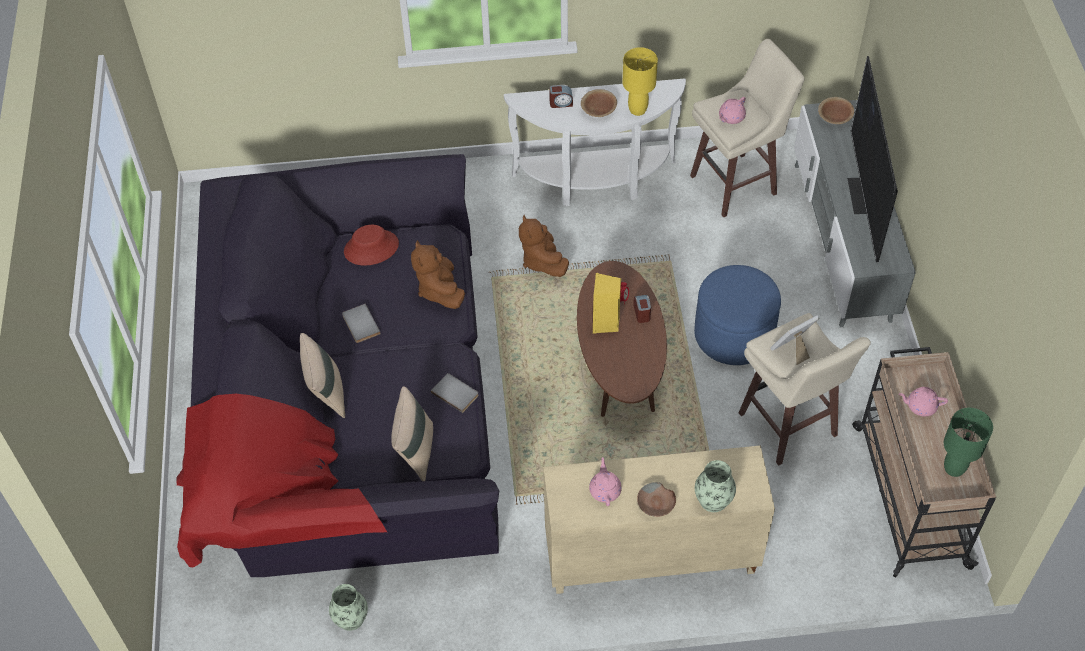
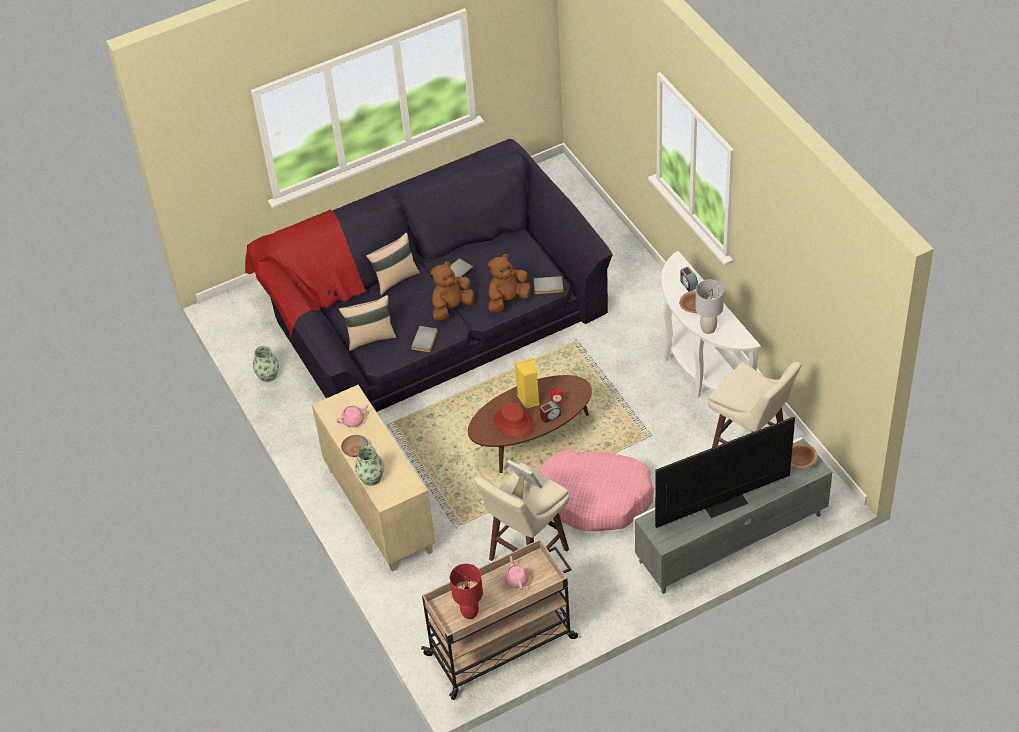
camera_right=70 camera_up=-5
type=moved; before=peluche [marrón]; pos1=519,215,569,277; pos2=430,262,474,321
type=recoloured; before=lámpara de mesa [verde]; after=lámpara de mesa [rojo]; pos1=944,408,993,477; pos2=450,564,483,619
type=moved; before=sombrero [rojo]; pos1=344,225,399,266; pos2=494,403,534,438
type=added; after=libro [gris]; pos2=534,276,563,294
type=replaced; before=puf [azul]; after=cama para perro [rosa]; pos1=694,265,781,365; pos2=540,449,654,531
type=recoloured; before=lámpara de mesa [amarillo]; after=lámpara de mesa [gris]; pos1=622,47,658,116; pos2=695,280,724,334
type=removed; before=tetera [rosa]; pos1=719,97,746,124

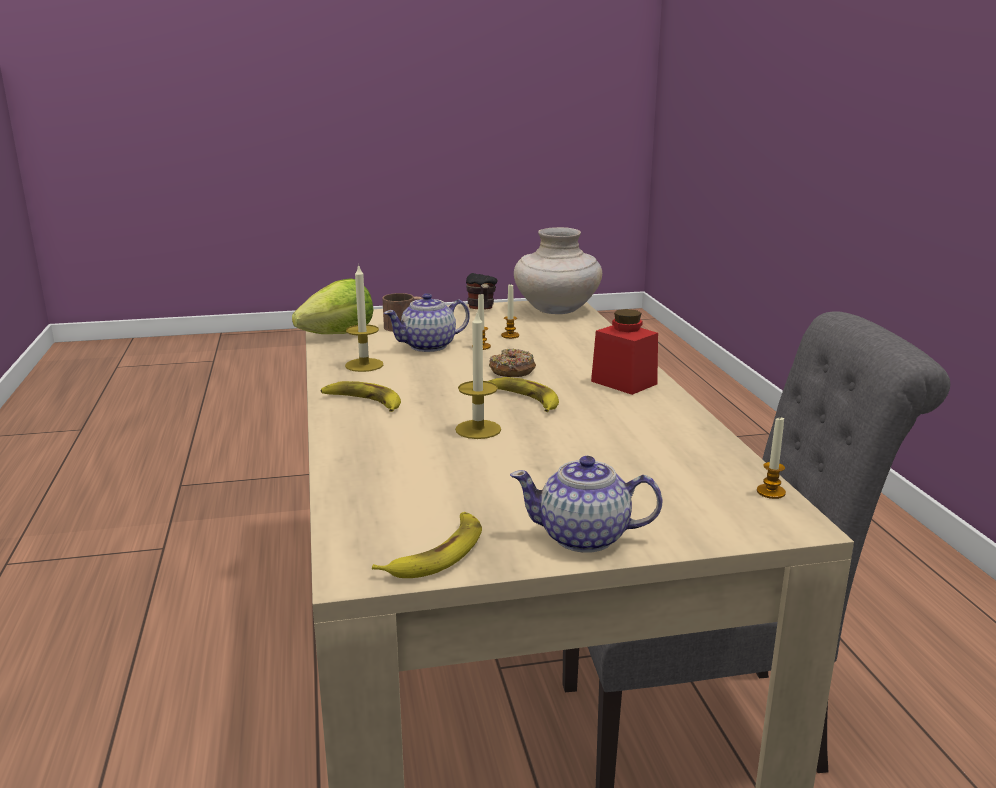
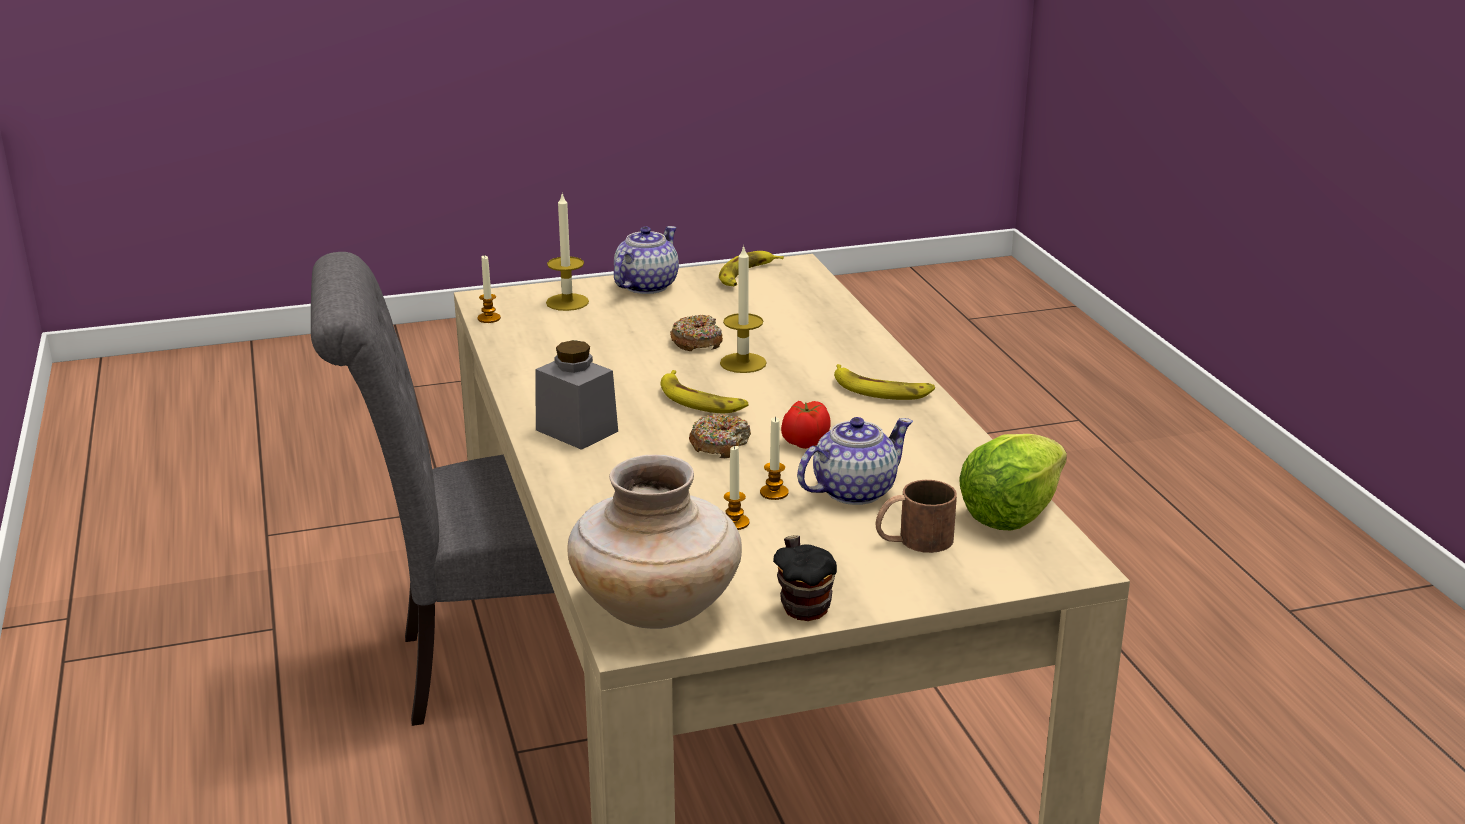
camera_right=175 camera_up=5
type=recoloured; before=tarro [rojo]; after=tarro [gris]; pos1=591,309,658,395; pos2=535,340,618,450
type=moved; before=vela; pos1=345,264,384,372; pos2=546,192,589,311
type=turned; before=tetera; pos1=510,456,663,553; pos2=614,226,679,294; turn=-60
type=added; after=rosquilla; pos2=670,315,723,351
type=added; after=tomate; pos2=781,401,831,449

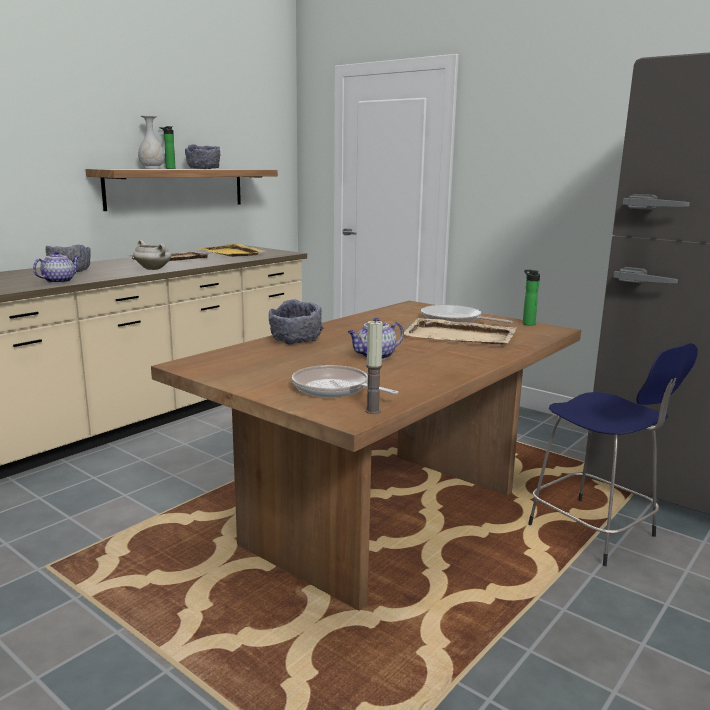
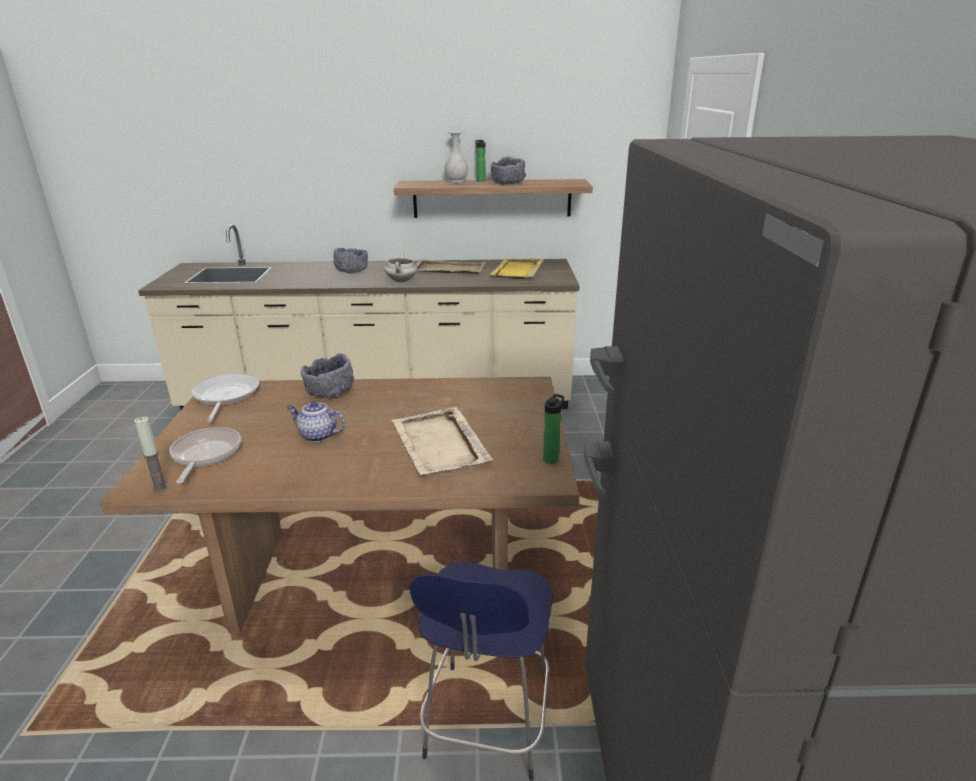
camera_right=50 camera_up=10
type=moved; before=sartén; pos1=421,305,513,323; pos2=191,373,259,423
type=removed; before=tetera; pos1=33,251,80,283

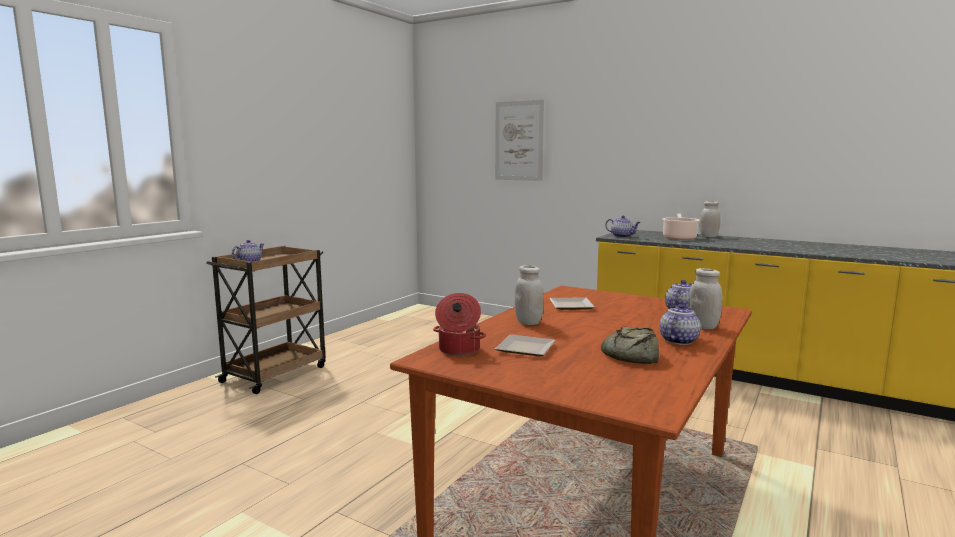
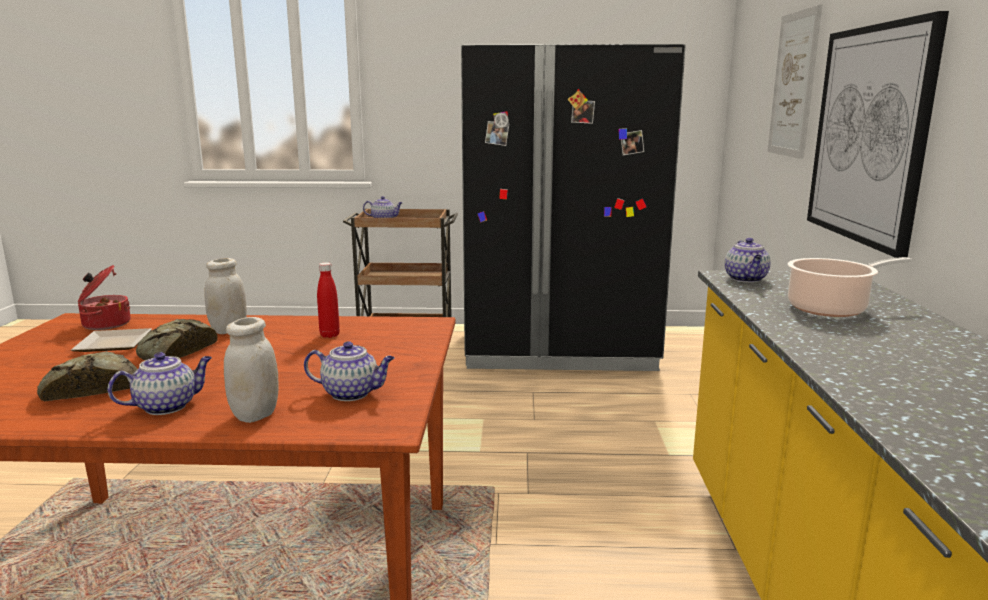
camera_right=60 camera_up=5
type=turned; before=tetera; pos1=659,304,701,345; pos2=108,352,212,415; turn=-45
type=added; after=pan; pos2=136,319,218,360
type=replaced; before=plato; after=botella [rojo]; pos1=550,298,595,310; pos2=317,262,340,338
type=added; after=nevera [negro]; pos2=461,44,686,371
type=added; after=cuadro; pos2=807,11,949,258
type=removed; before=tarro [blanco]; pos1=699,201,721,237

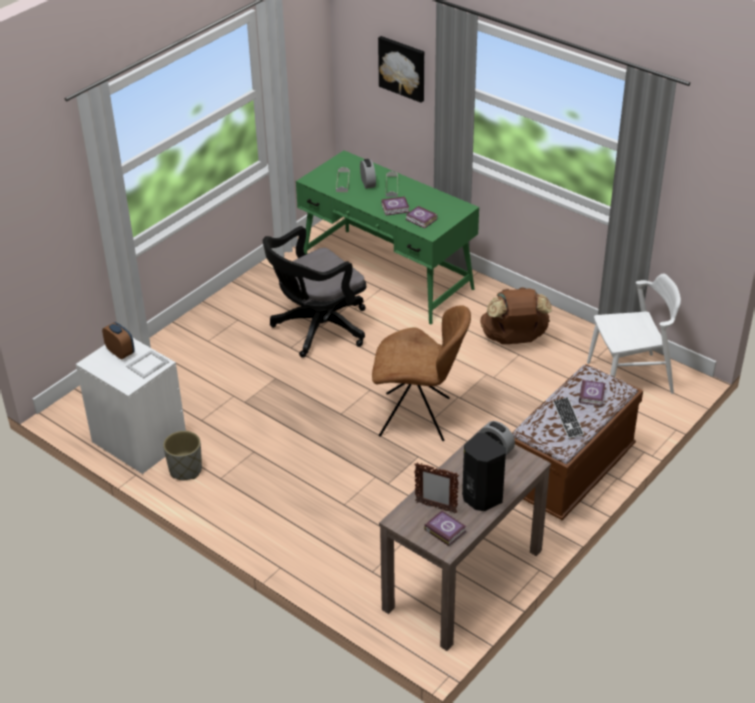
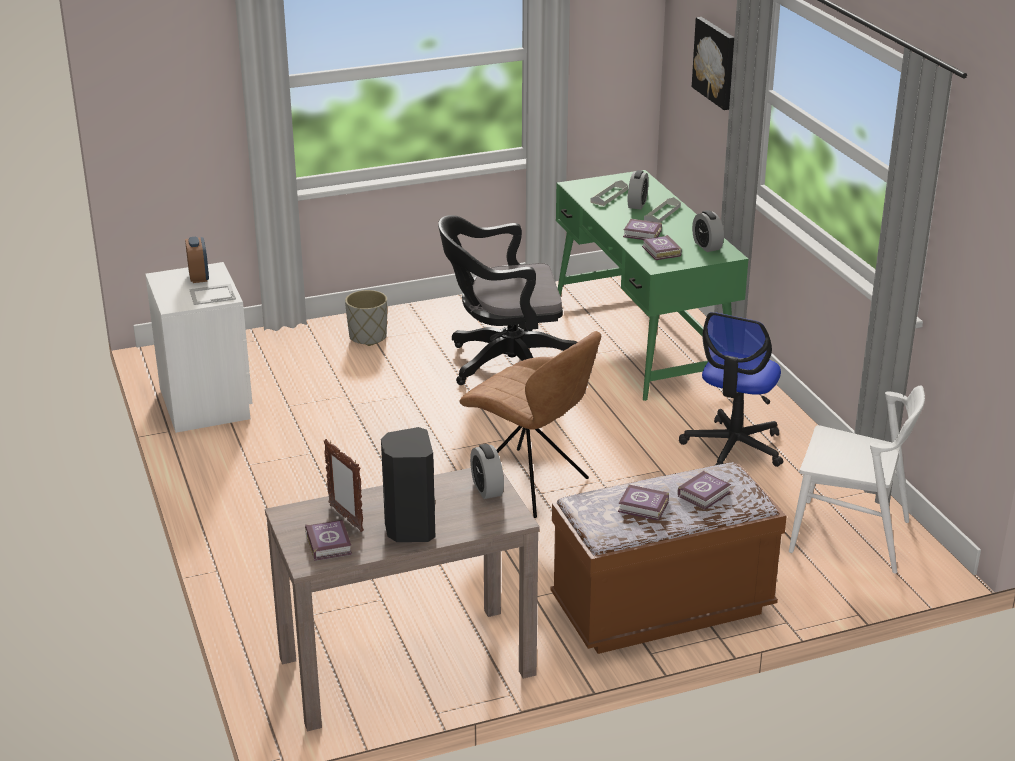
camera_right=30 camera_up=-10
type=moved; before=maceta [gris]; pos1=163,431,202,480; pos2=345,290,387,346
type=replaced; before=teclado; after=libro; pos1=553,397,584,439; pos2=618,484,669,521
type=replaced; before=mochila [marrón]; after=silla de oficina; pos1=480,287,552,344; pos2=679,312,783,467
type=added; after=despertador; pos2=692,210,724,252

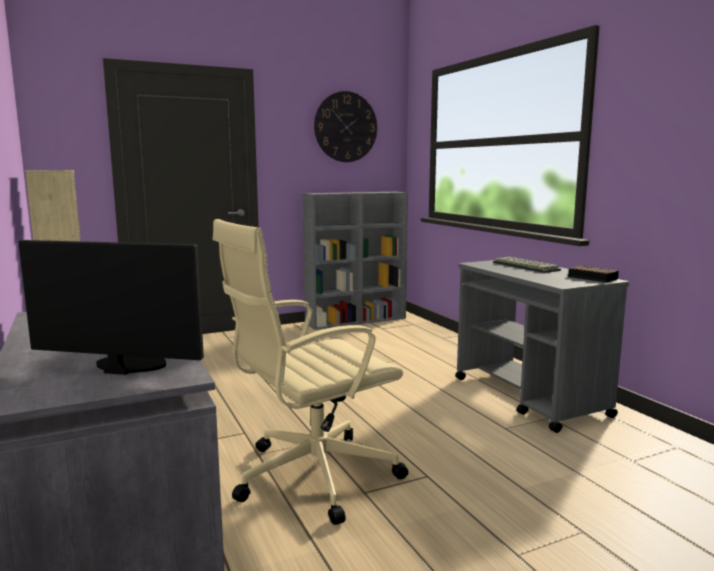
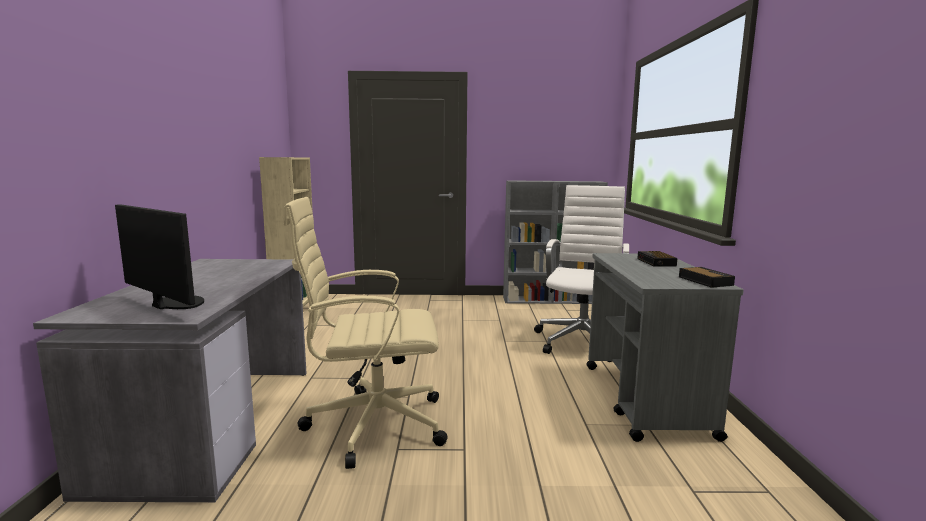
camera_right=25 camera_up=0
type=added; after=silla de oficina [blanco]; pos2=534,185,629,362
type=replaced; before=teclado; after=despertador; pos1=493,257,561,273; pos2=637,251,677,267
type=removed; before=reloj de pared; pos1=314,91,377,162

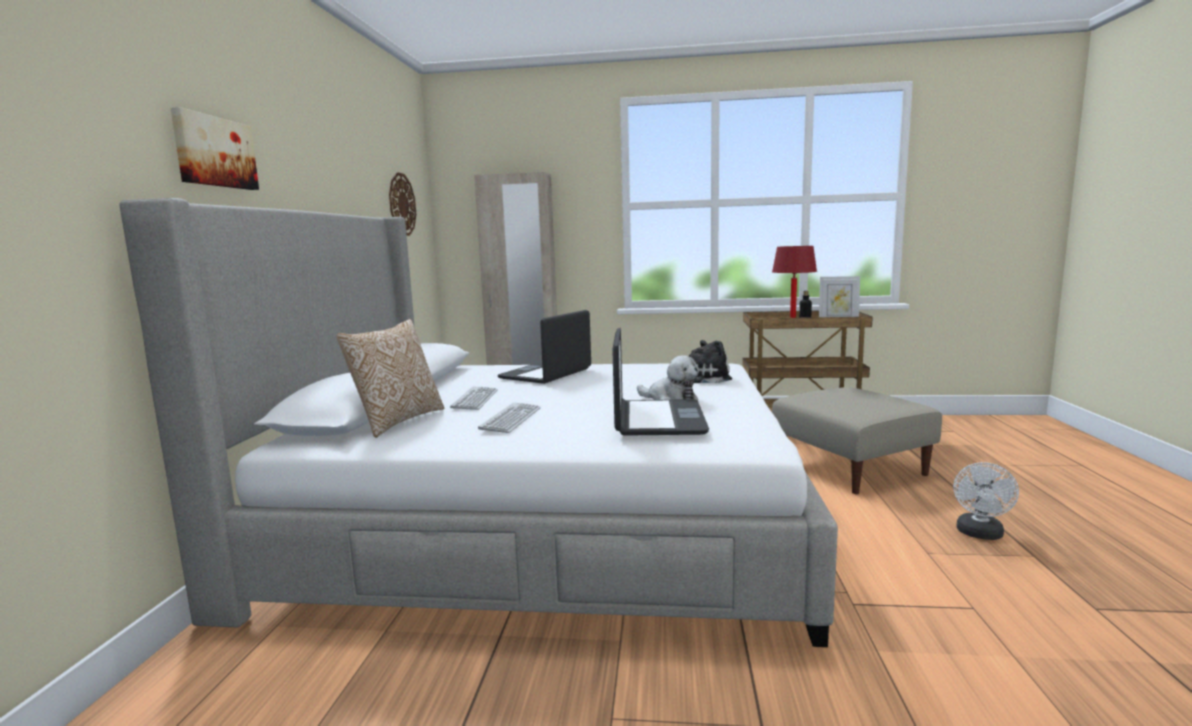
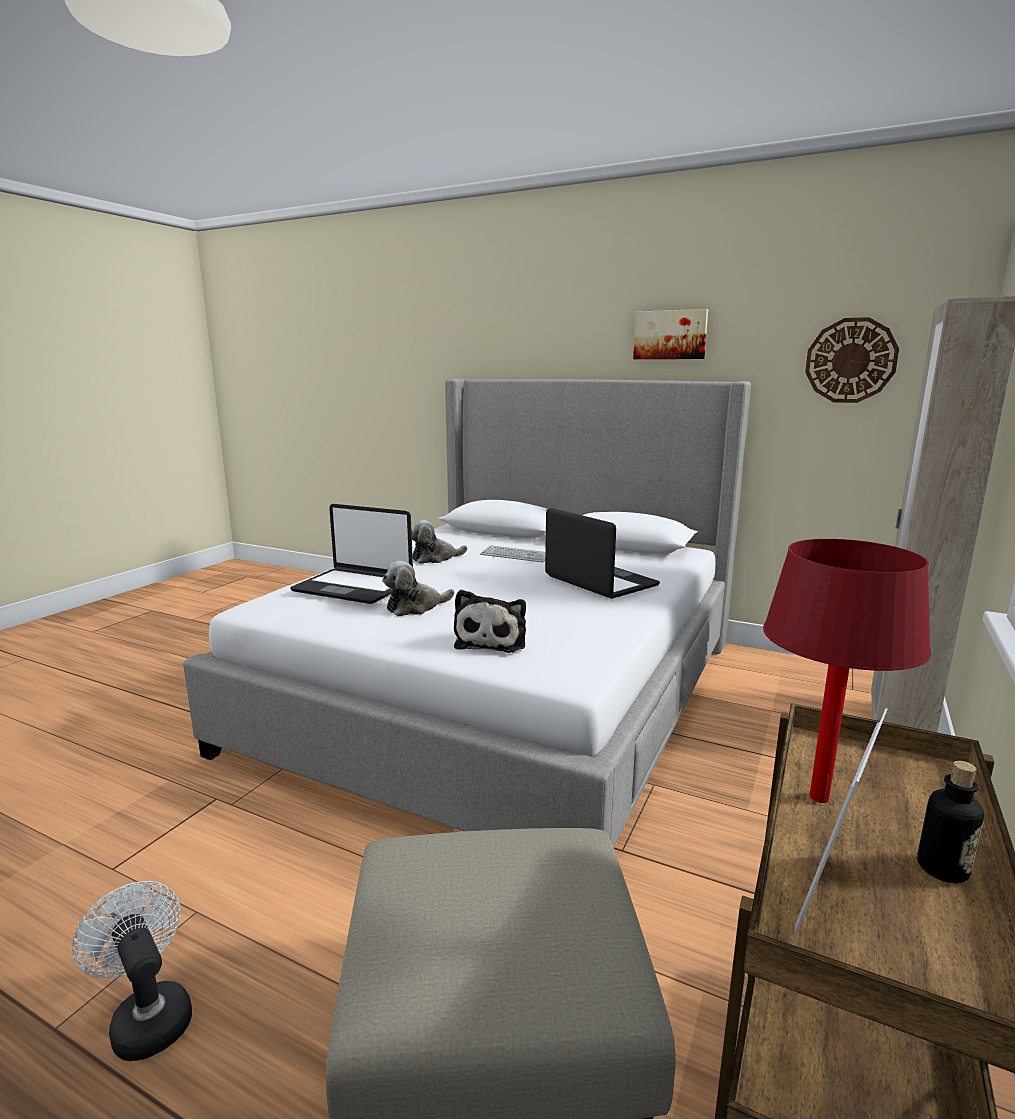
camera_right=110 camera_up=5
type=replaced; before=teclado; after=peluche; pos1=478,402,541,433; pos2=412,520,468,564
type=moved; before=cuadro; pos1=171,107,259,190; pos2=633,309,708,359
type=removed; before=cojín; pos1=336,319,444,438

